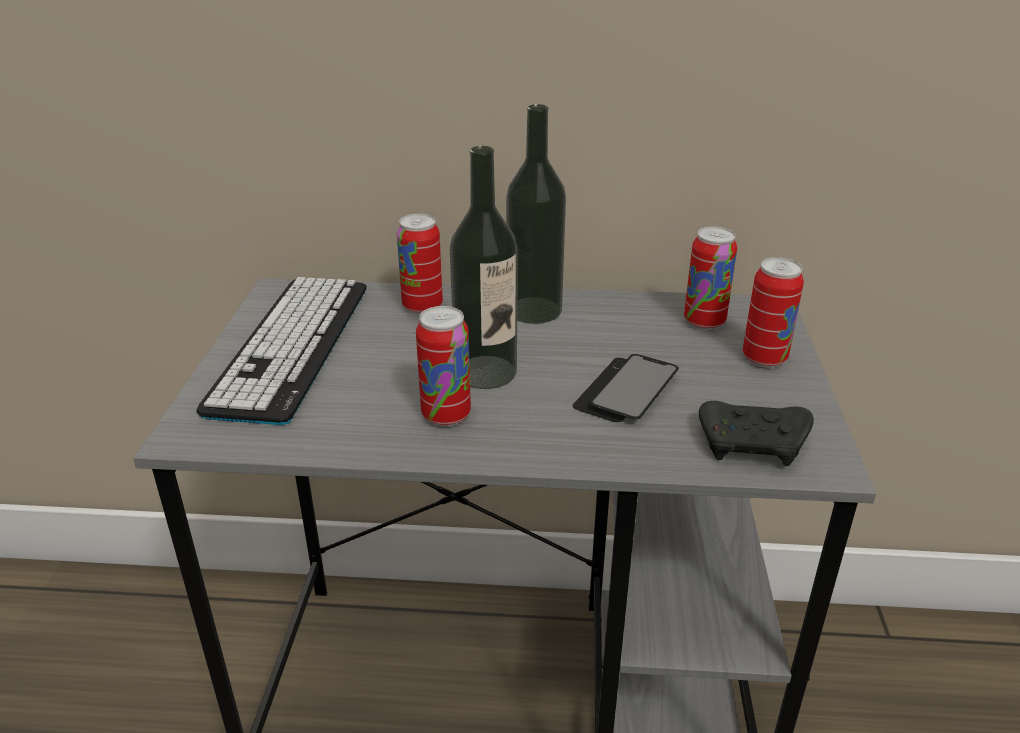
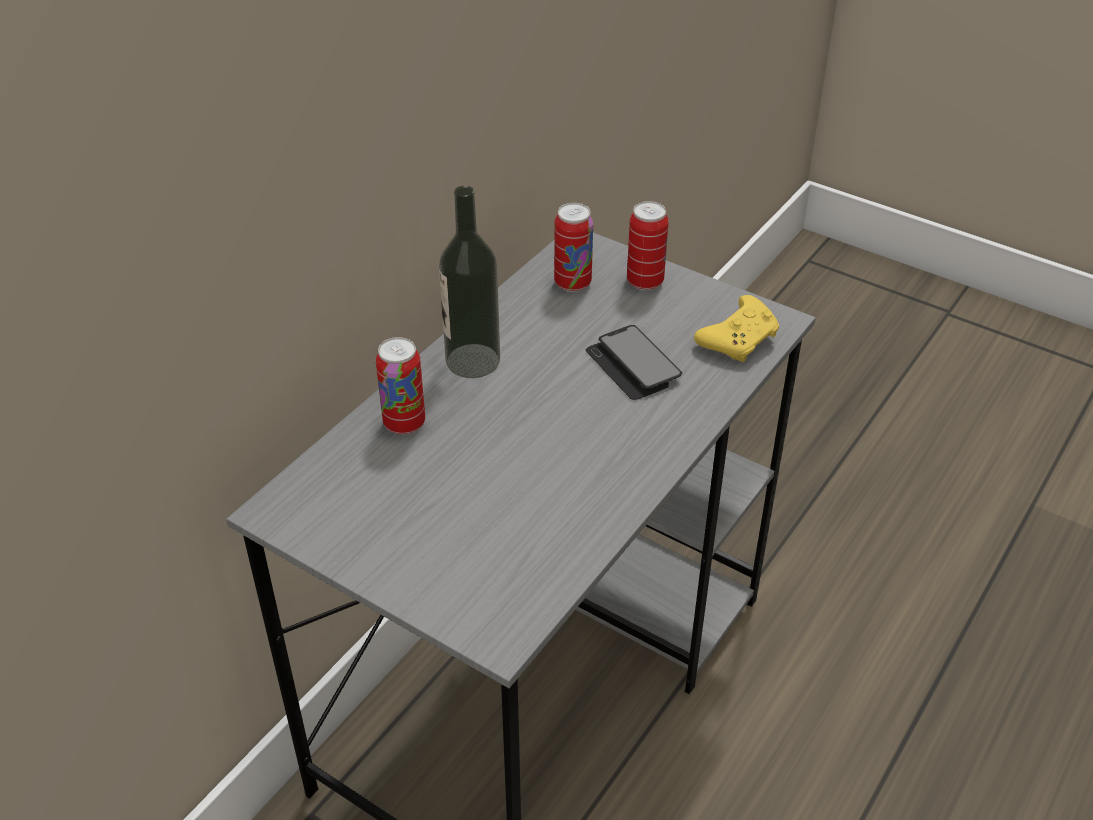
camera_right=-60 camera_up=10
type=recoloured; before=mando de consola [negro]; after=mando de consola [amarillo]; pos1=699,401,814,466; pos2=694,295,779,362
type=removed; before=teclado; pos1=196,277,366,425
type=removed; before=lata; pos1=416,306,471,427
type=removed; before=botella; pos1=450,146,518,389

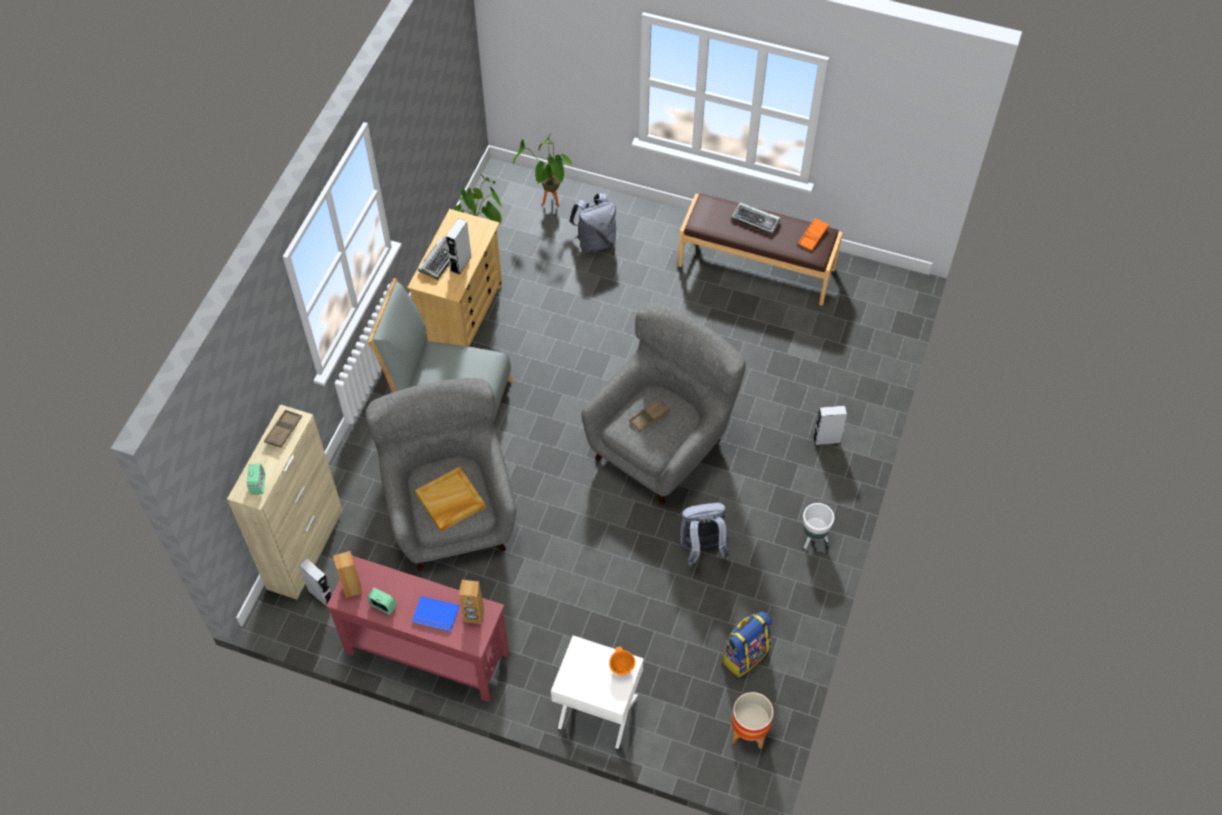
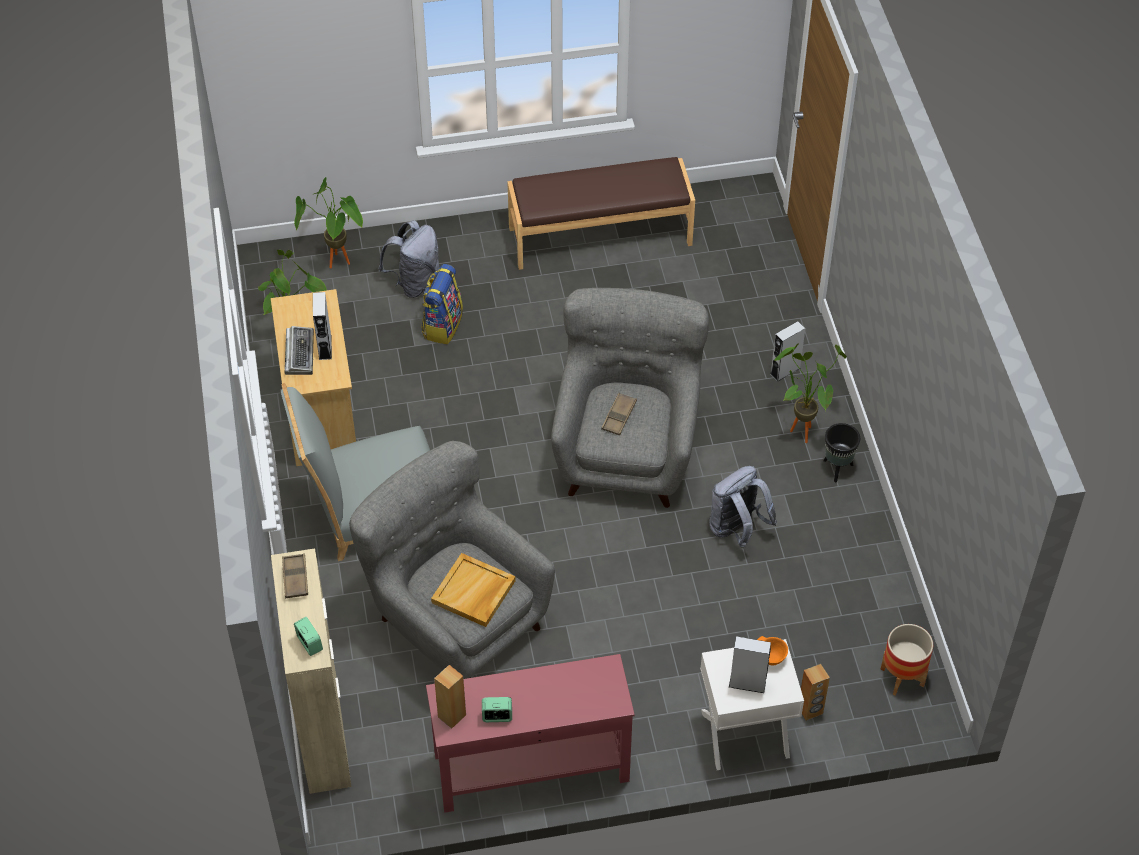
camera_right=-30 camera_up=-5
type=moved; before=mochila; pos1=722,611,772,677; pos2=421,264,463,344
type=moved; before=altavoz [gris]; pos1=299,558,332,608; pos2=729,636,771,693
type=added; after=planta en maceta; pos2=774,343,847,443
type=moved; before=altavoz [marrón]; pos1=459,580,484,624; pos2=801,664,830,721
type=recoloured; before=maceta [blanco]; after=maceta [negro]; pos1=803,503,834,549; pos2=823,423,860,482
type=removed; before=libro [azul]; pos1=412,596,459,632
type=removed; before=teclado; pos1=731,202,781,235
type=removed; before=bandeja [naranja]; pos1=798,218,829,251

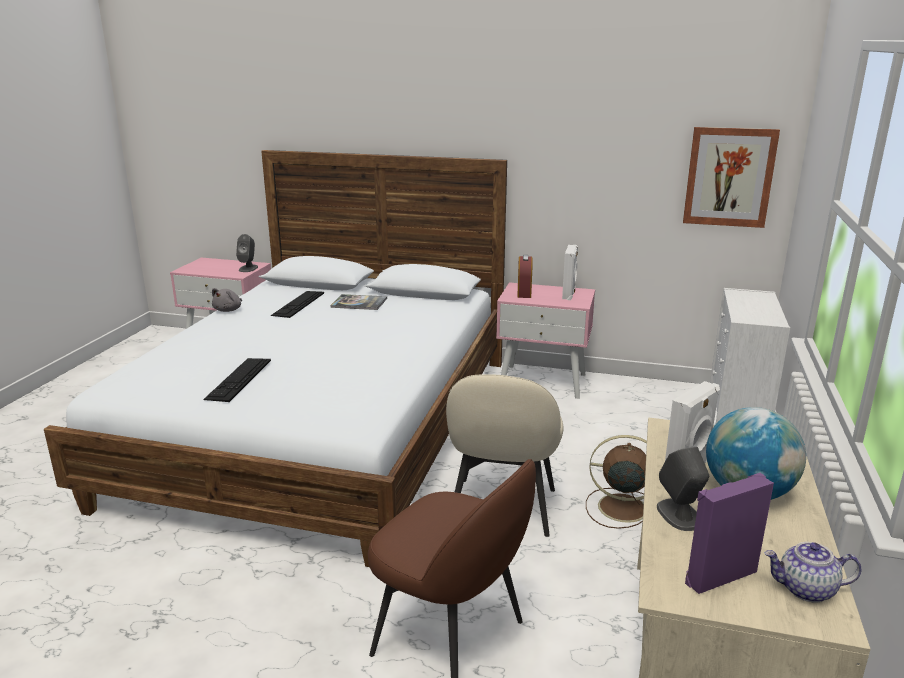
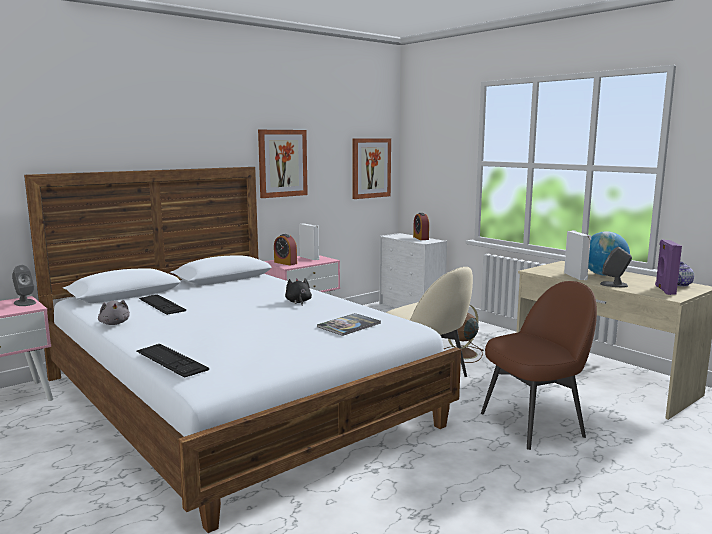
camera_right=-55 camera_up=-10
type=moved; before=teclado; pos1=204,358,271,402; pos2=136,344,209,378
type=added; after=cuadro; pos2=258,130,308,198
type=added; after=peluche [negro]; pos2=285,278,312,305
type=moved; before=libro; pos1=330,294,387,310; pos2=317,313,381,336
type=added; after=despertador; pos2=413,213,429,240

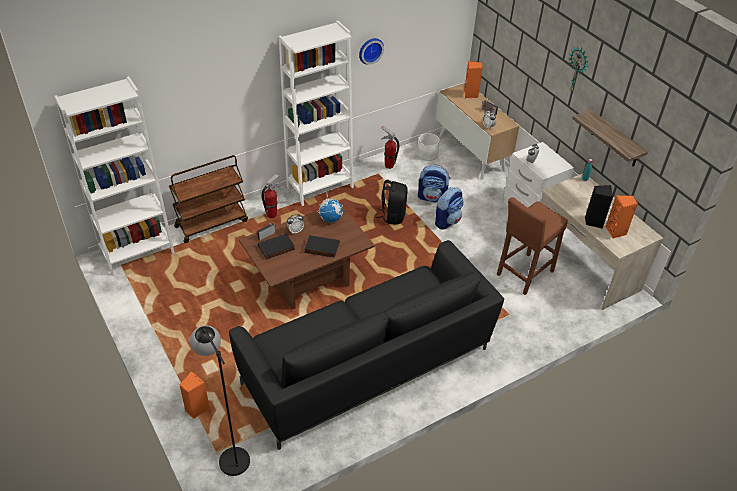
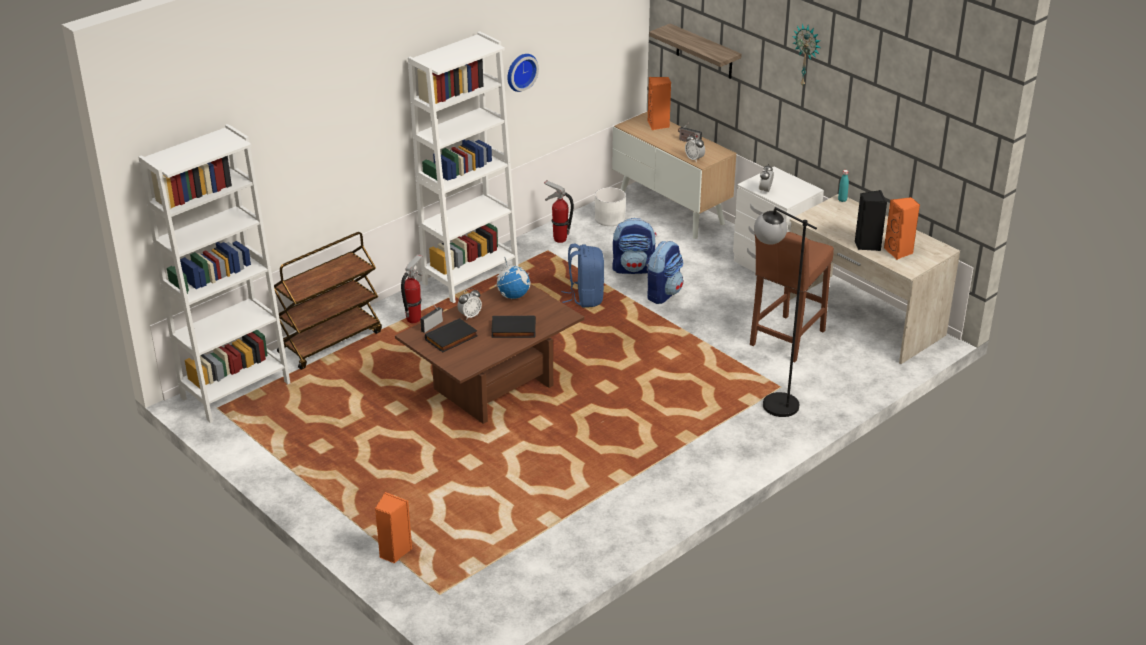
camera_right=-10 camera_up=-10
type=recoloured; before=mochila [negro]; after=mochila [azul]; pos1=376,180,407,225; pos2=561,244,604,307
type=moved; before=estante; pos1=572,109,648,167; pos2=649,24,742,79
type=moved; before=lámpara de pie [negro]; pos1=190,325,250,476; pos2=754,207,817,417
type=removed; before=sofá [negro]; pos1=229,240,504,450

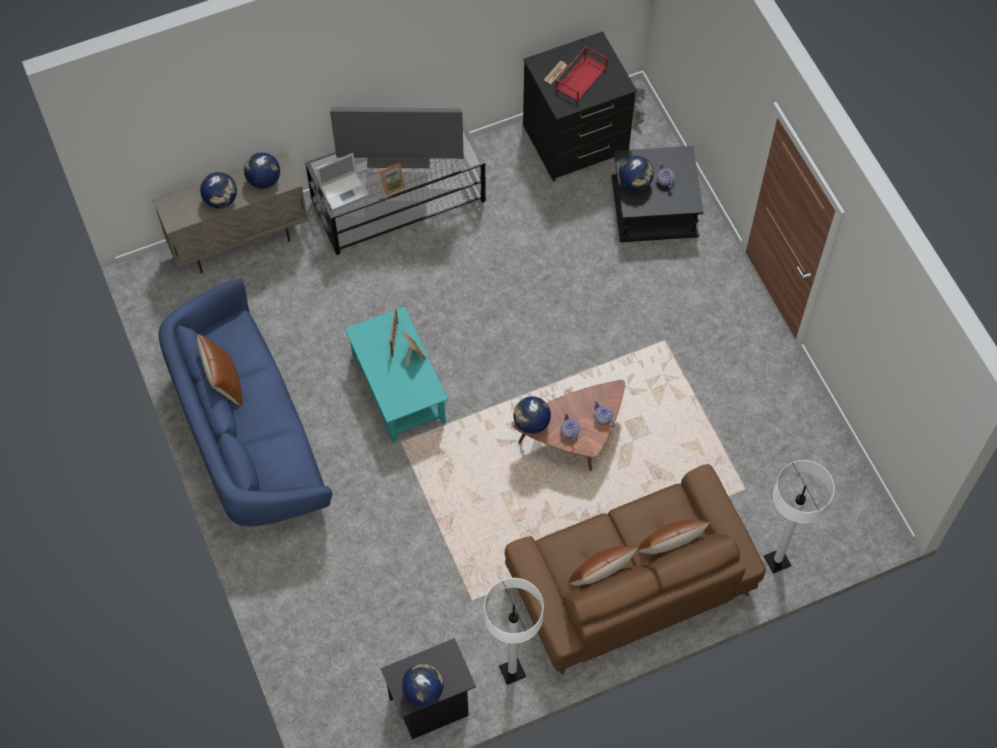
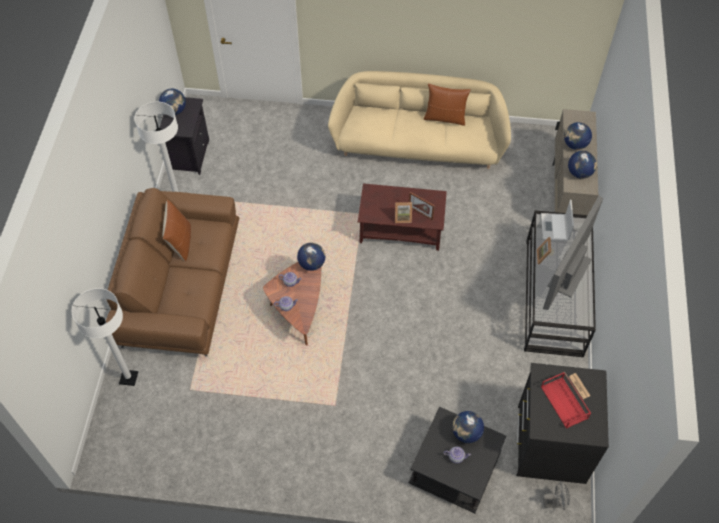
camera_right=120 camera_up=-5
type=recoloured; before=sofá [azul]; after=sofá [beis]; pos1=158,279,333,526; pos2=328,71,511,169
type=recoloured; before=mesa de centro [turquesa]; after=mesa de centro [marrón]; pos1=345,306,448,444; pos2=358,183,447,251
type=removed; before=cojín [marrón]; pos1=637,520,710,554

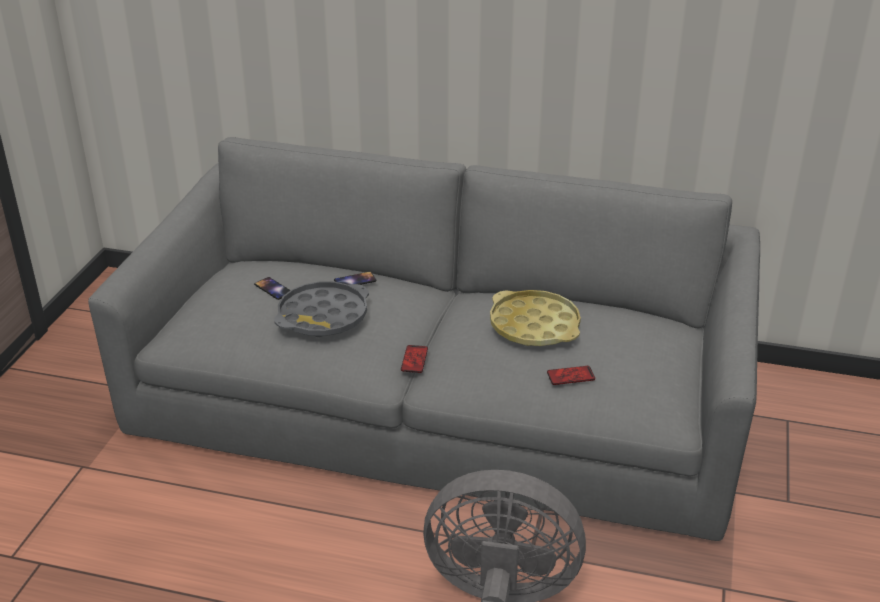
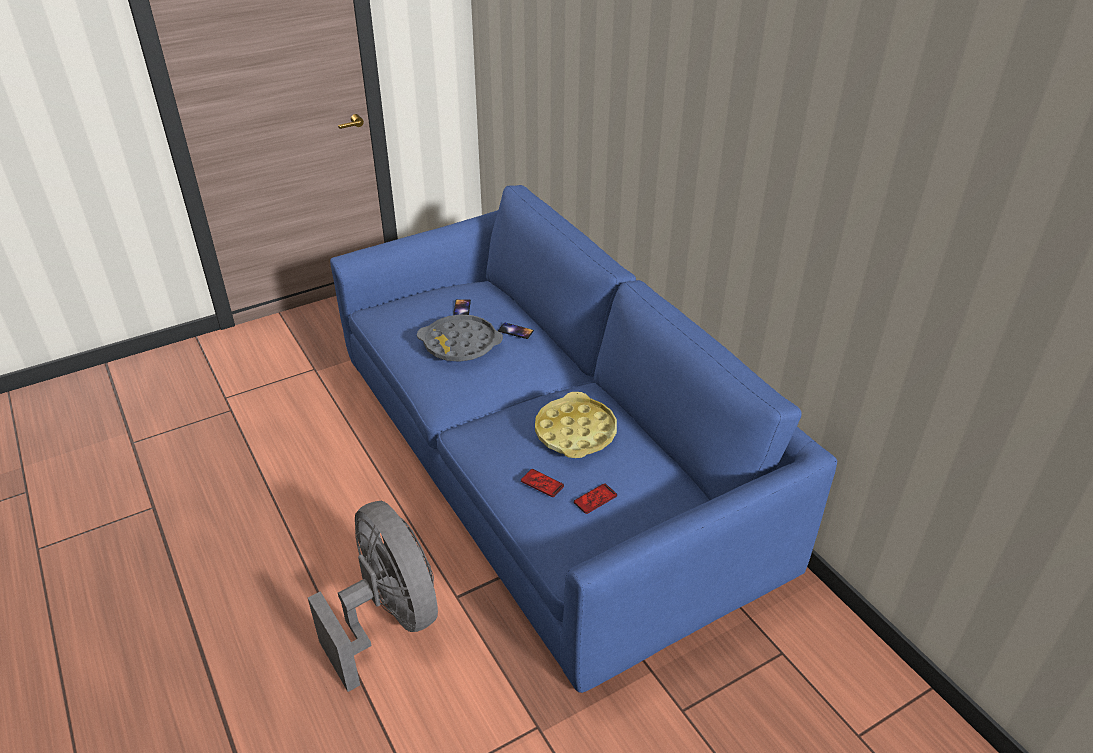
camera_right=45 camera_up=5
type=recoloured; before=sofá [gris]; after=sofá [azul]; pos1=88,137,760,541; pos2=330,185,837,693
type=moved; before=móvil; pos1=401,345,428,373; pos2=574,484,617,514

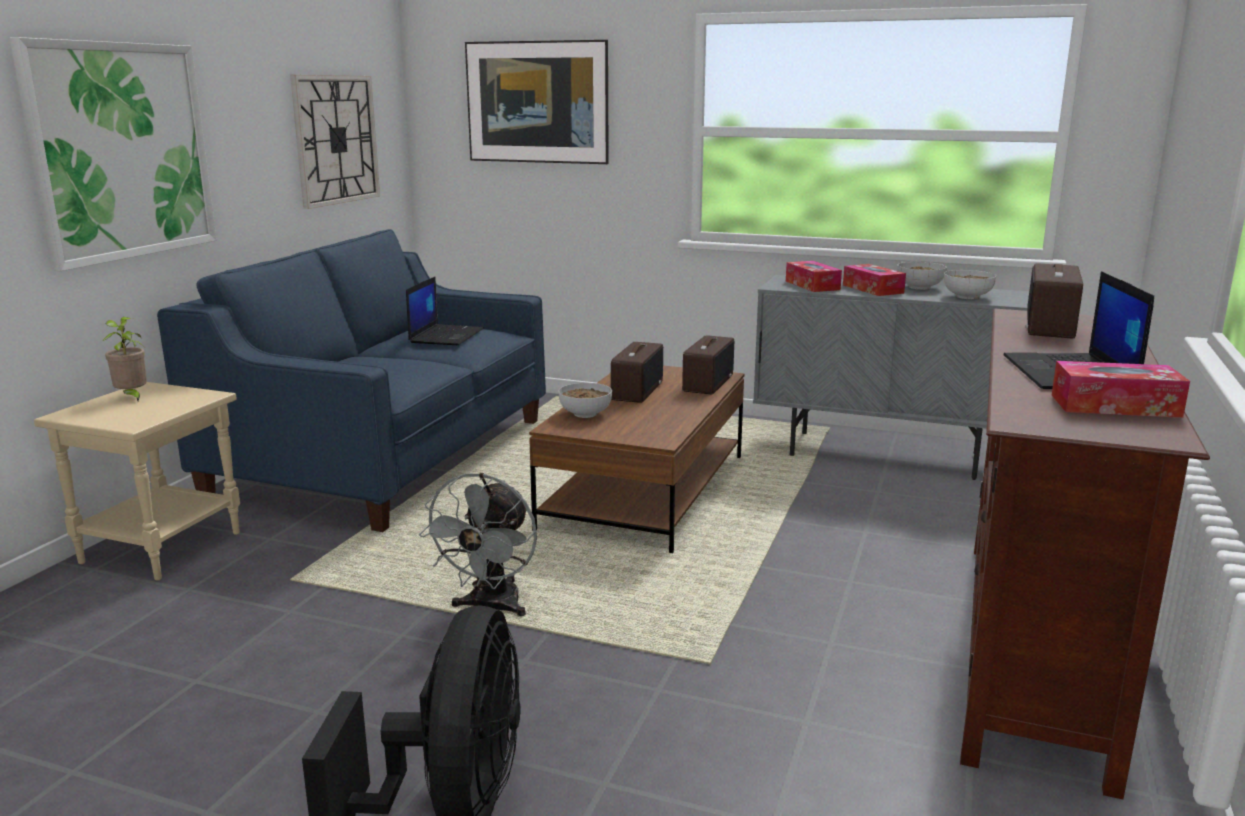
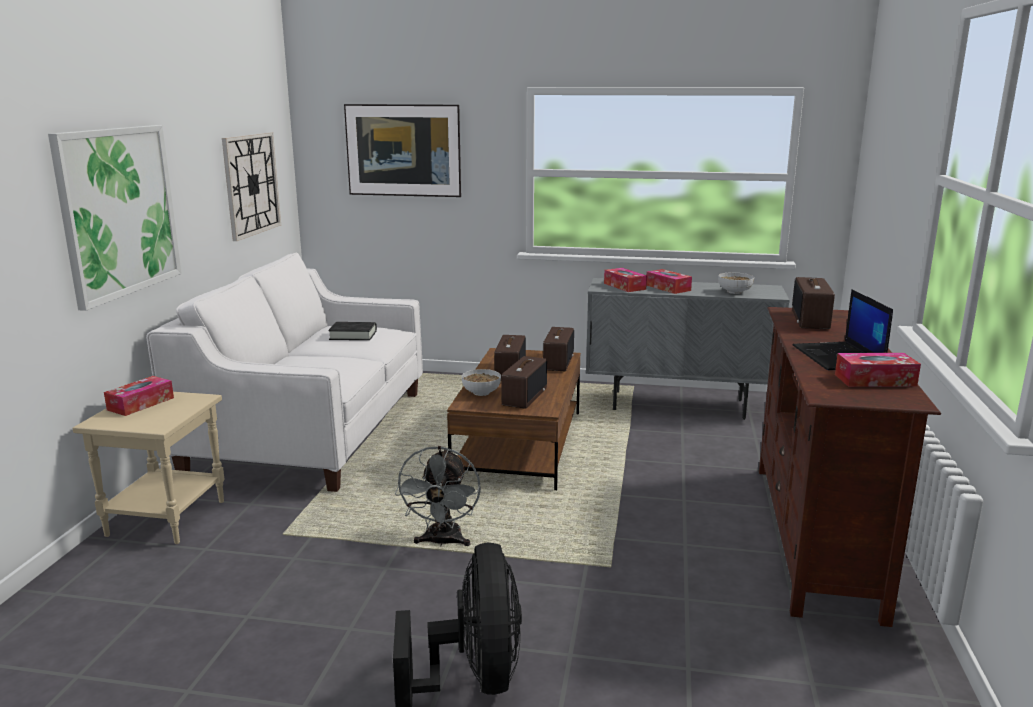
camera_right=-10 camera_up=0
type=replaced; before=planta en maceta; after=caja de pañuelos; pos1=102,317,147,401; pos2=104,376,174,416
type=recoloured; before=sofá [azul]; after=sofá [blanco]; pos1=157,229,546,532; pos2=146,253,423,492
type=replaced; before=portátil; after=libro [negro]; pos1=406,277,484,345; pos2=328,322,377,340
type=added; after=radio; pos2=501,356,547,409
type=removed; before=cuenco; pos1=897,262,947,290

